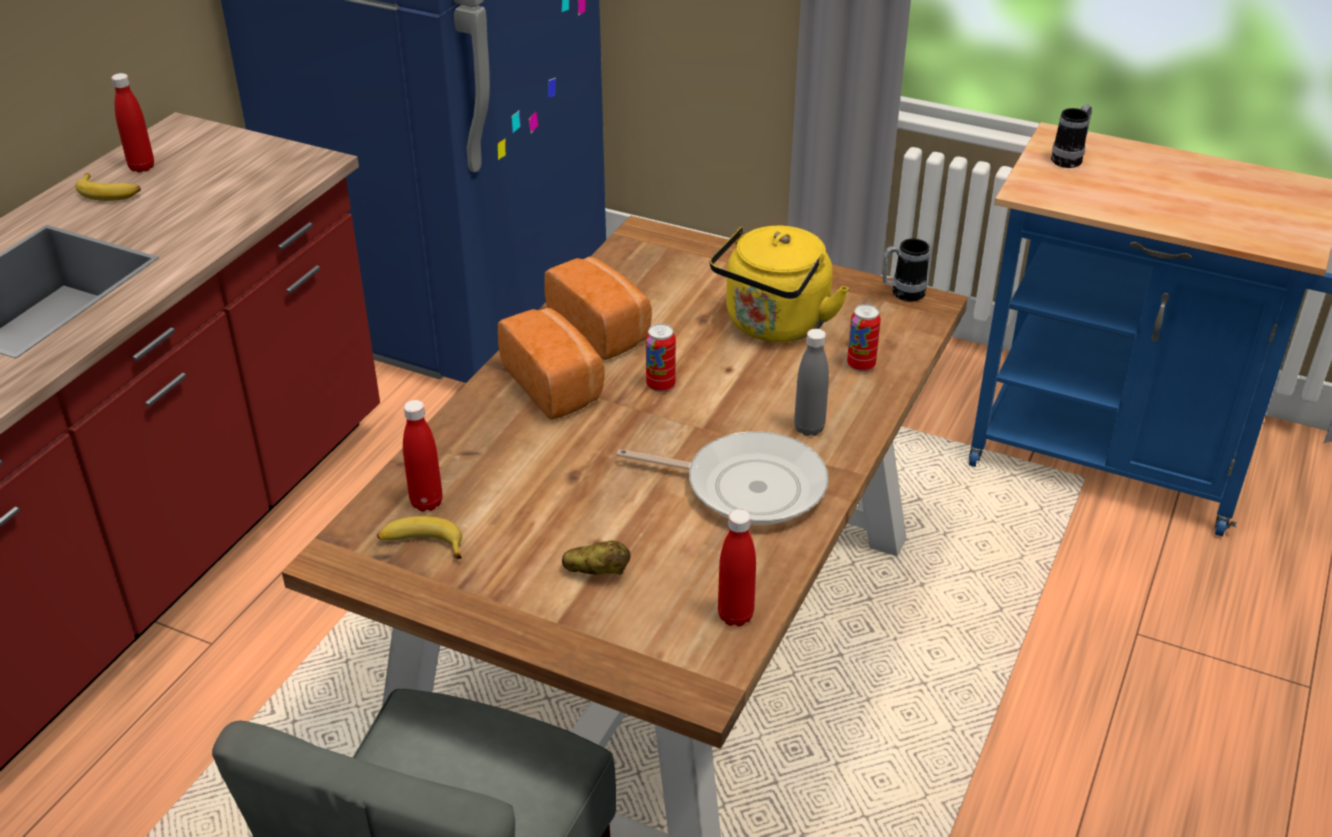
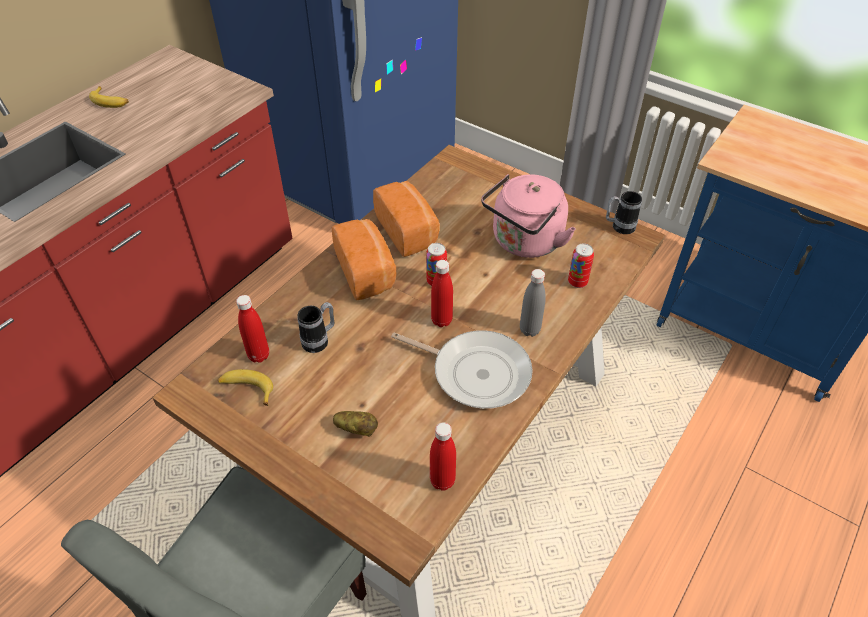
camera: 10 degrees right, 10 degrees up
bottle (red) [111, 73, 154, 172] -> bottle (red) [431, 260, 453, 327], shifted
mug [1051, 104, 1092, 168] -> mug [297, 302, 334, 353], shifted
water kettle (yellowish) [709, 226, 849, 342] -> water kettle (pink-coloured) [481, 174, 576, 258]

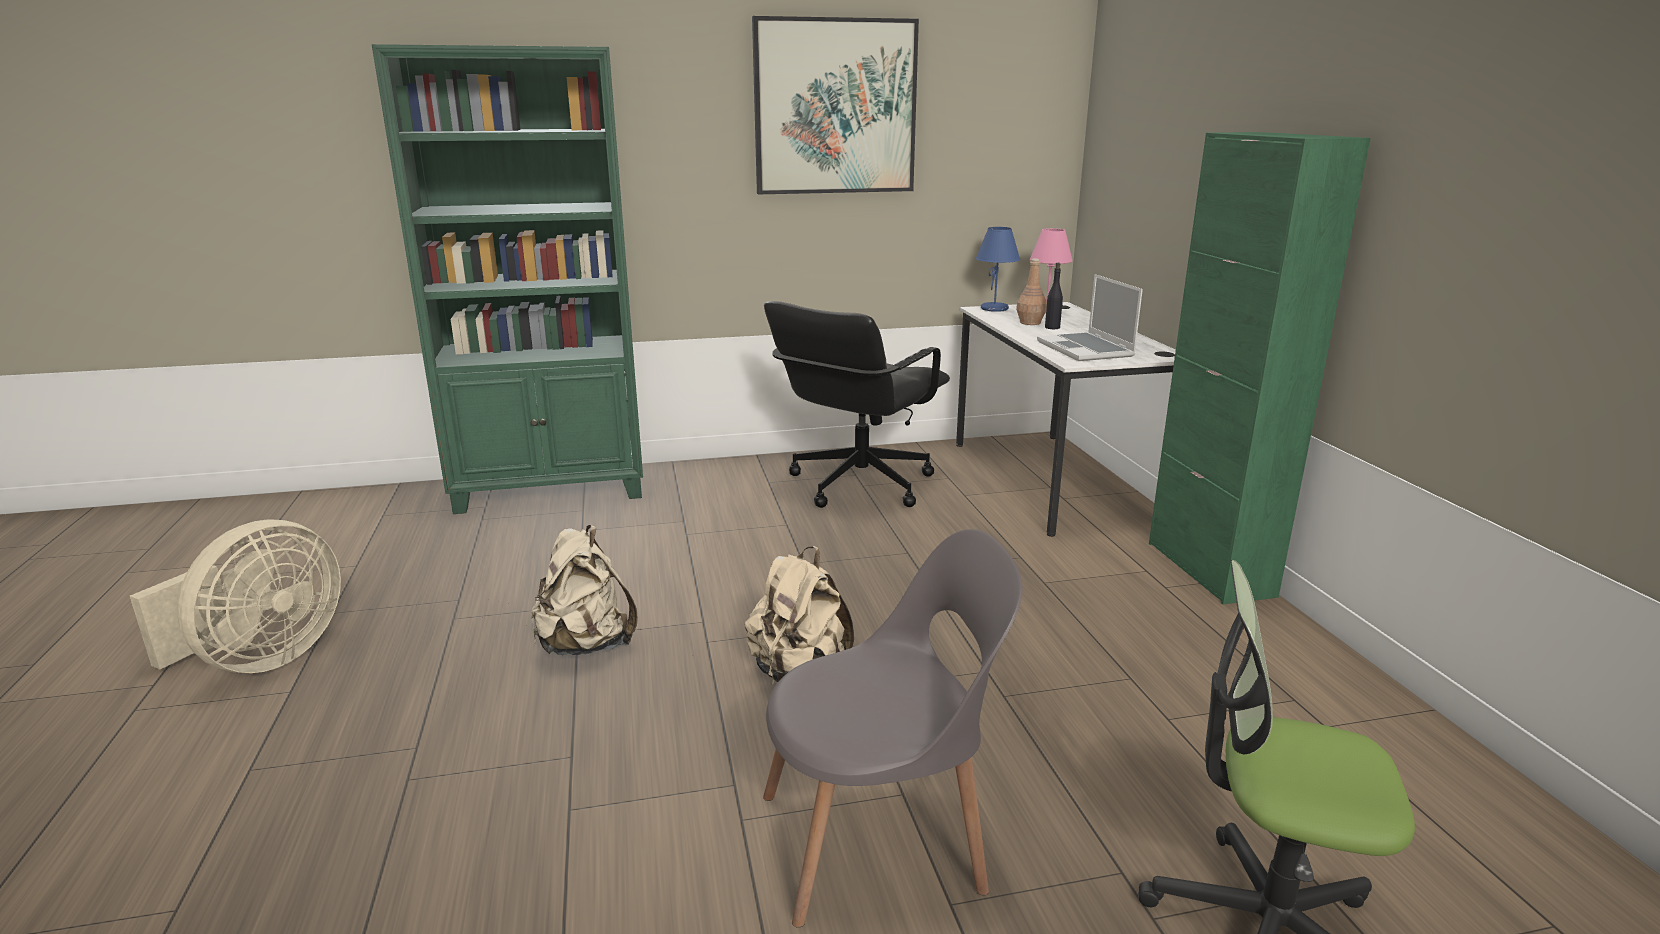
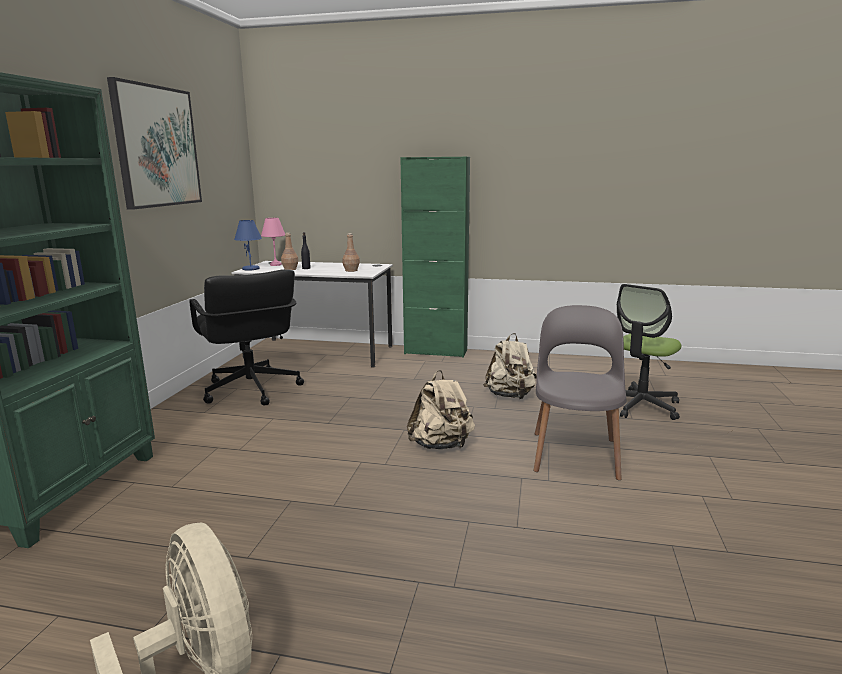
camera: 65 degrees left, 5 degrees down
backpack (beige) [531, 525, 638, 655] -> backpack (beige) [483, 333, 537, 399], shifted
notebook computer [1037, 274, 1143, 361] -> bottle (brown-coloured) [342, 233, 360, 272]

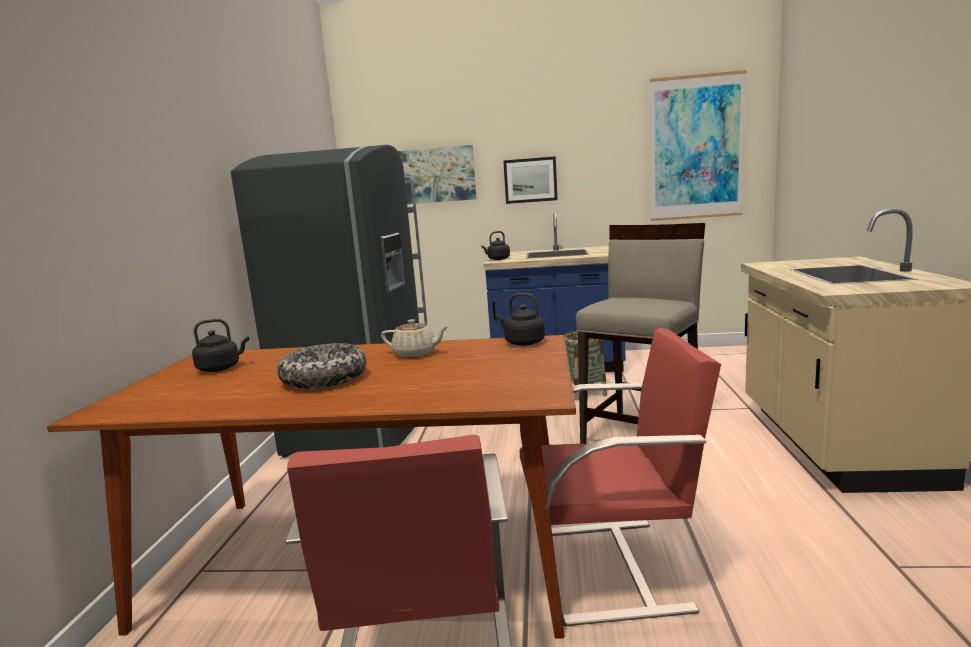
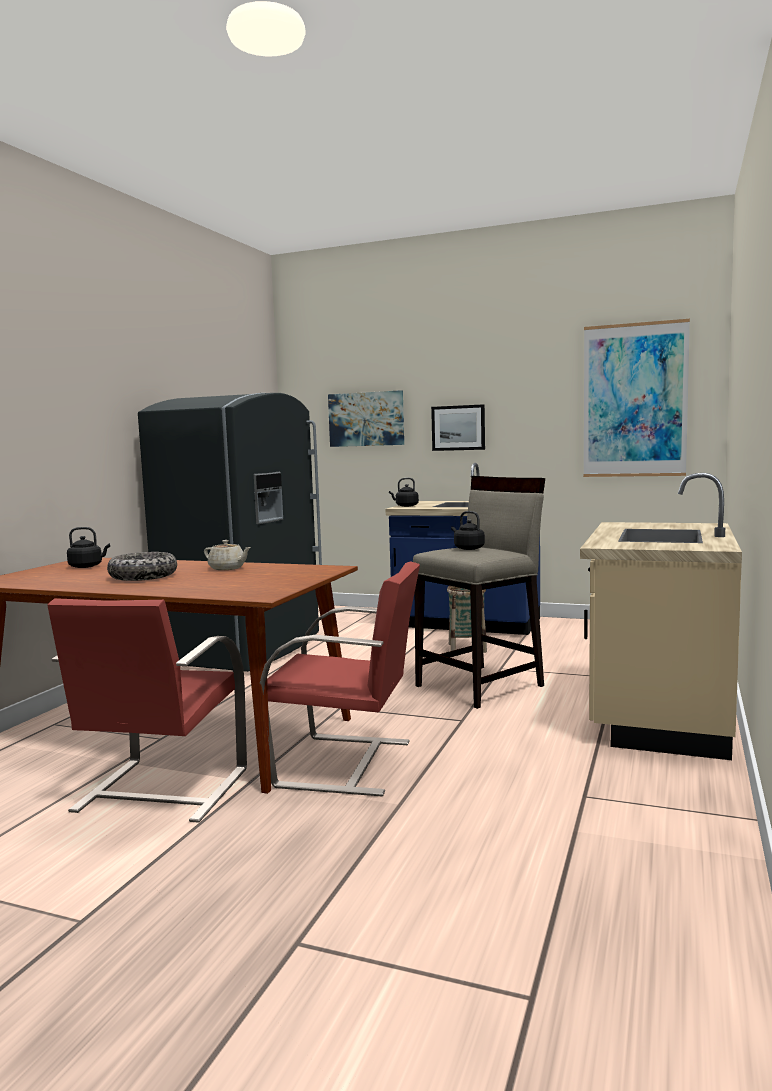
camera: 15 degrees right, 5 degrees down
water kettle (blackish) [496, 293, 545, 346] -> water kettle (blackish) [451, 511, 485, 550], shifted

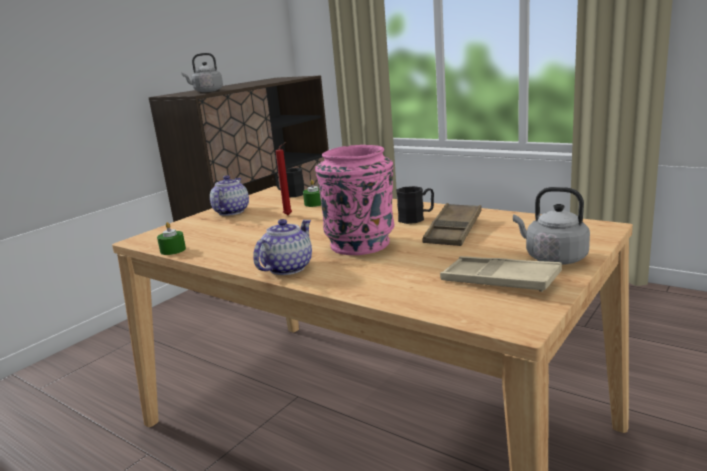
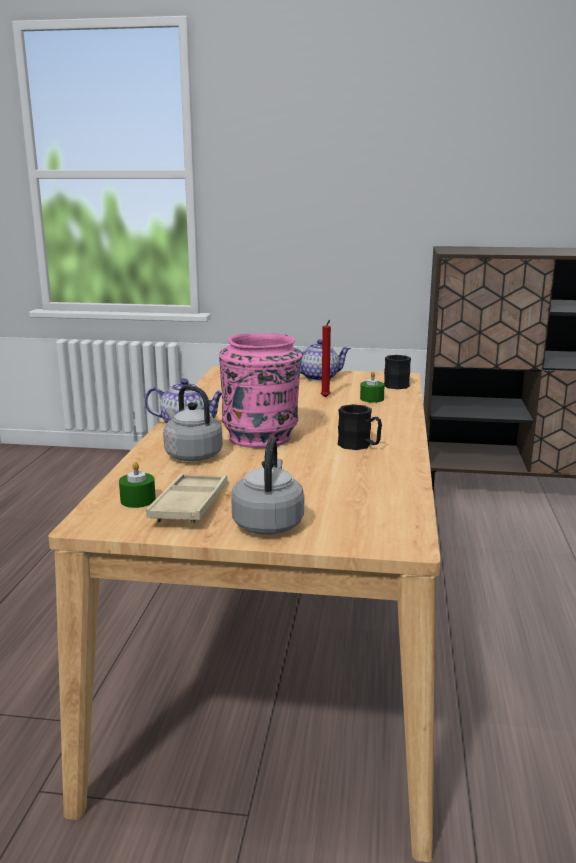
camera: 60 degrees right, 0 degrees up
tray (brown-coloured) [423, 203, 482, 246] -> none
candle (greenish) [157, 222, 186, 255] -> candle (greenish) [119, 462, 156, 508], shifted
water kettle (gray) [182, 53, 223, 92] -> water kettle (gray) [163, 385, 223, 461], shifted

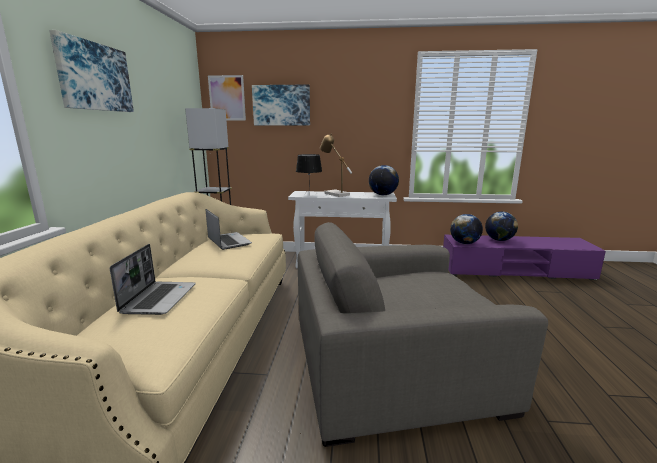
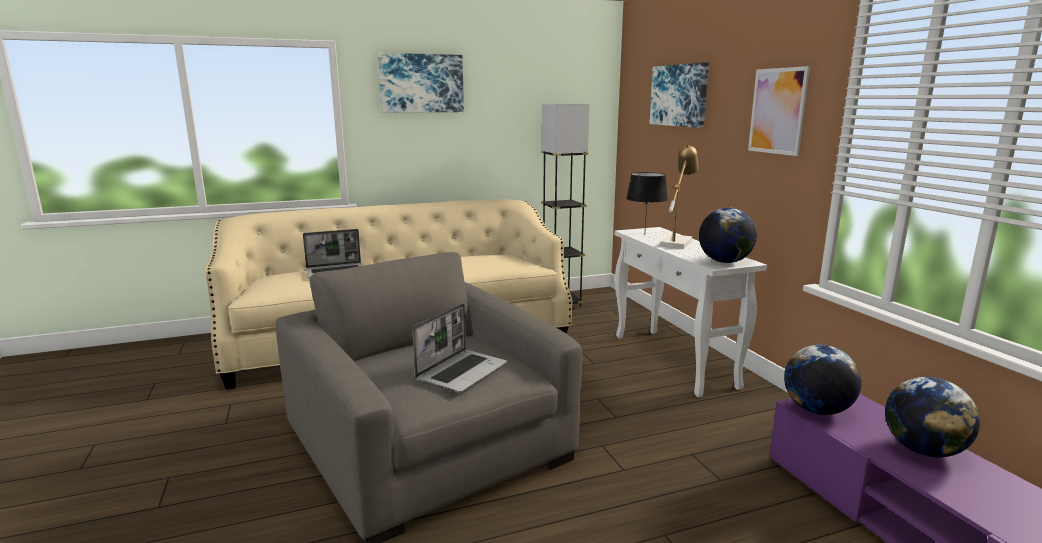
camera: 65 degrees right, 0 degrees up
notebook computer [206, 209, 252, 250] -> notebook computer [412, 303, 507, 392], shifted
wall art [208, 75, 246, 121] -> wall art [748, 66, 810, 156], shifted

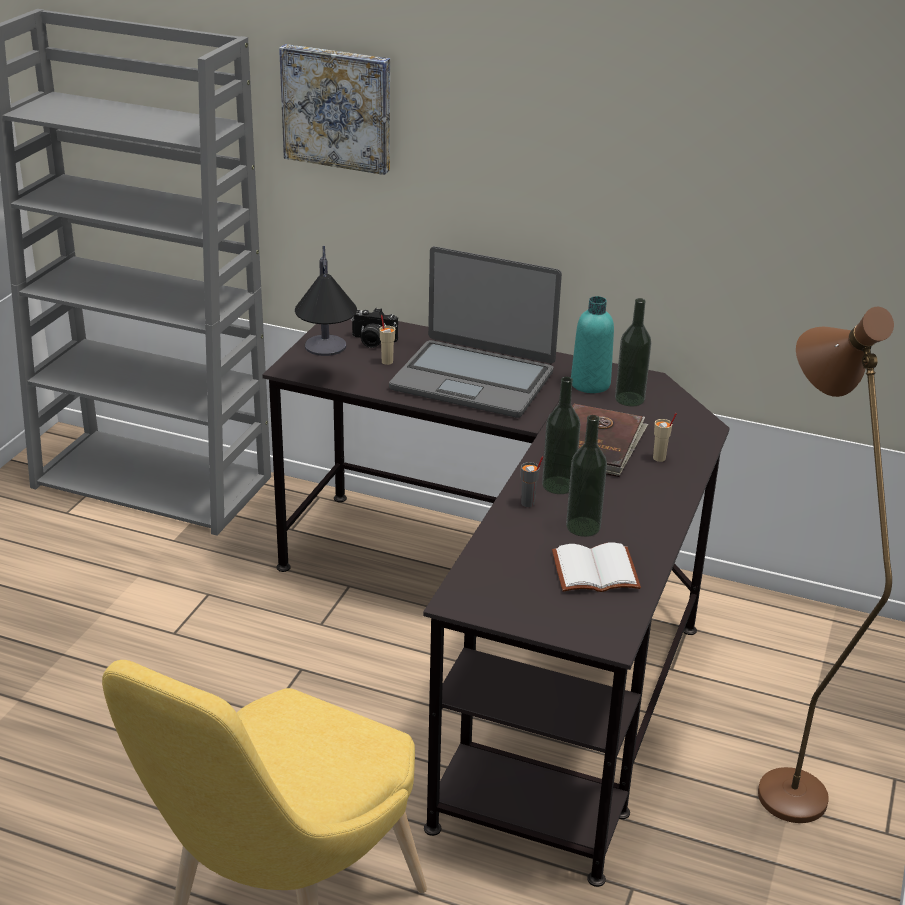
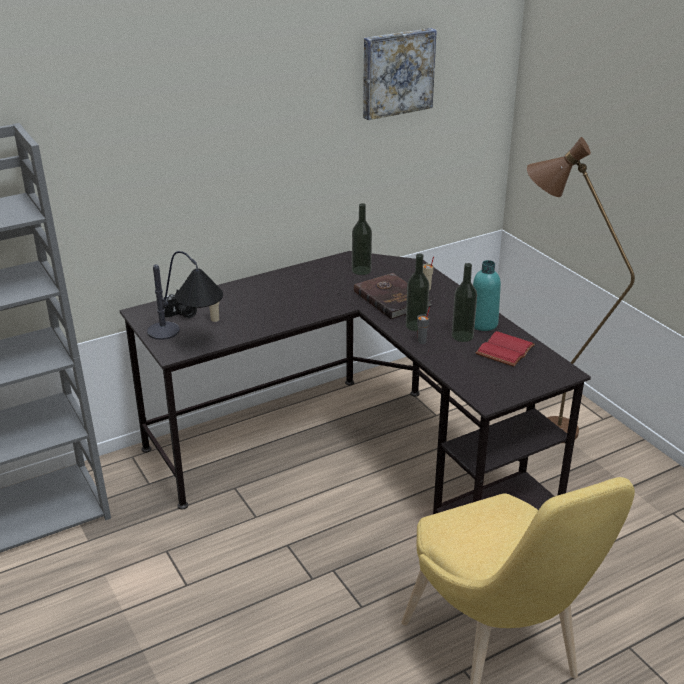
camera: 50 degrees left, 0 degrees up
notebook computer [389, 246, 562, 418] -> none
wall art [279, 44, 390, 175] -> wall art [363, 28, 437, 120], shifted
bottle (turquoise) [571, 296, 614, 393] -> bottle (turquoise) [473, 260, 501, 331], shifted
volume (whitish) [552, 542, 641, 592] -> volume (red) [476, 331, 535, 367]

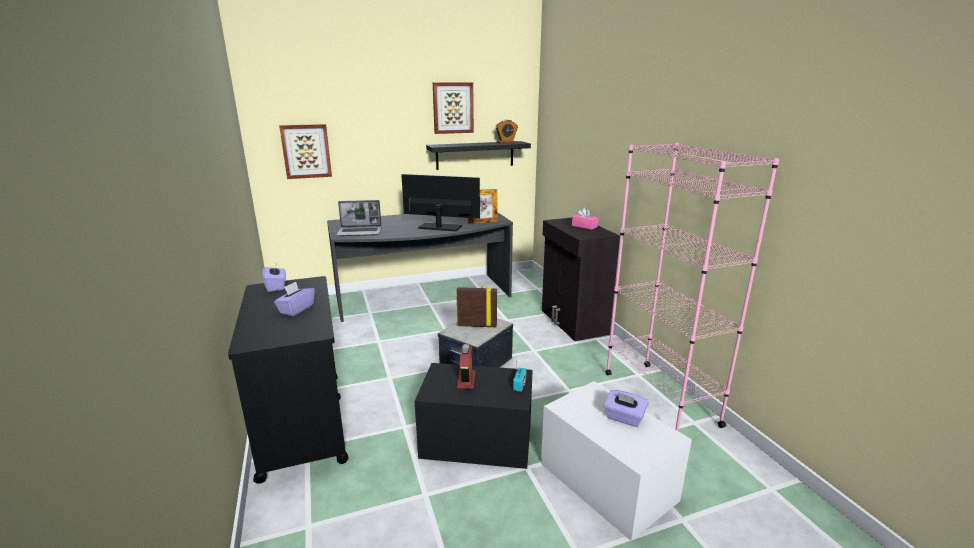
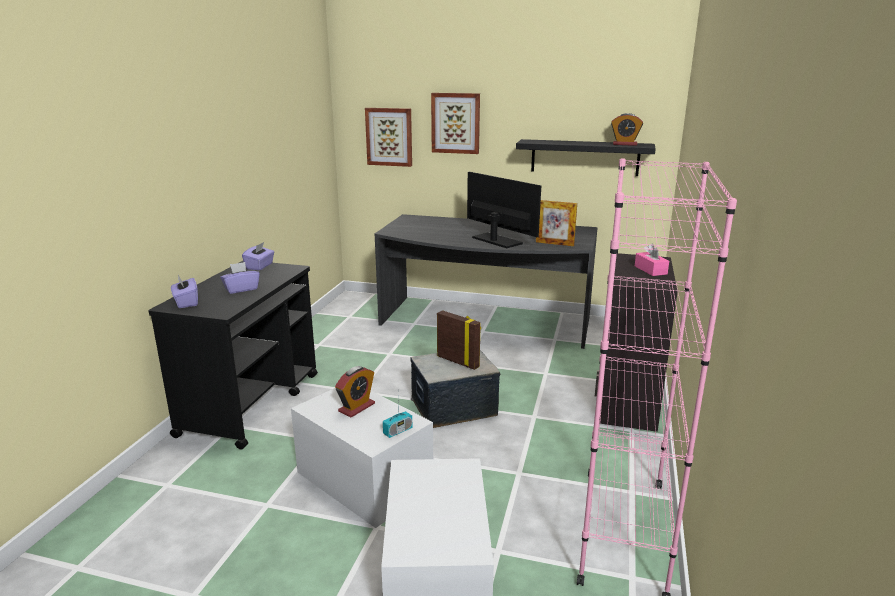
camera: 35 degrees right, 0 degrees up
notebook computer [336, 200, 382, 236] -> none
wall art [433, 82, 474, 134] -> wall art [431, 93, 480, 154], shifted
tissue holder (purple) [604, 390, 648, 427] -> tissue holder (purple) [171, 275, 198, 308], shifted
storage bin (blackish) [415, 363, 533, 469] -> storage bin (whitish) [291, 388, 433, 528]

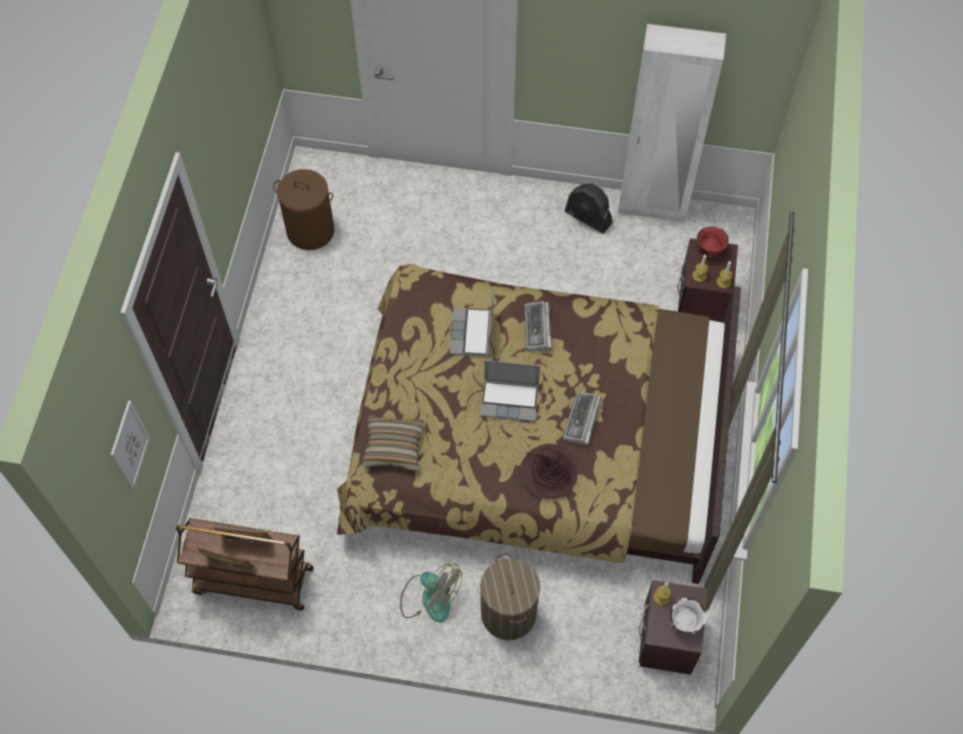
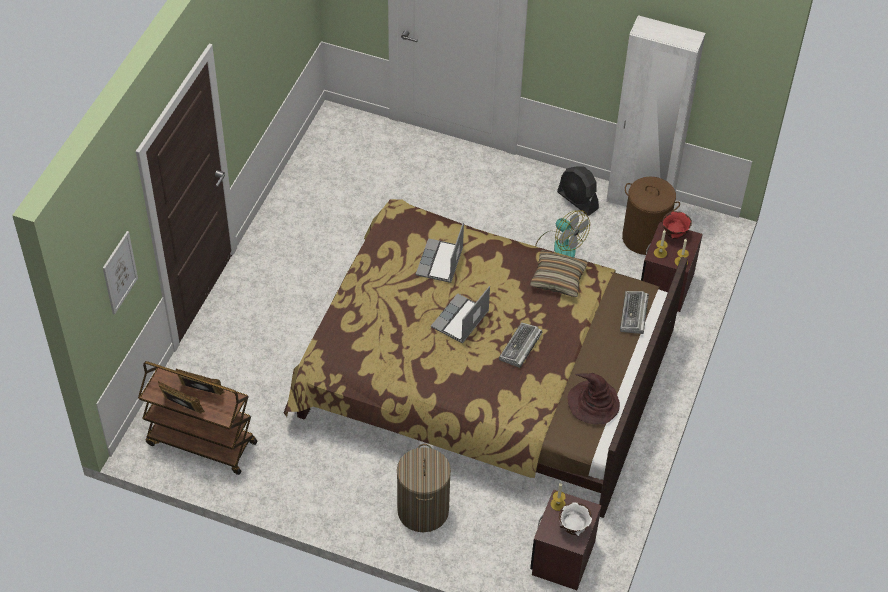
camera: 10 degrees right, 10 degrees down
hamper (brown-coloured) [273, 169, 334, 250] -> hamper (brown-coloured) [622, 176, 680, 255], shifted
cushion [363, 415, 424, 471] -> cushion [530, 250, 588, 297], shifted
cooling fan [400, 564, 462, 623] -> cooling fan [535, 210, 590, 257], shifted
clothing hat (brown-coloured) [520, 444, 577, 499] -> clothing hat (brown-coloured) [567, 373, 620, 424], shifted
computer keyboard [524, 301, 552, 352] -> computer keyboard [620, 291, 649, 334], shifted
notebook computer [480, 360, 540, 422] -> notebook computer [431, 286, 490, 344], 105 degrees clockwise

